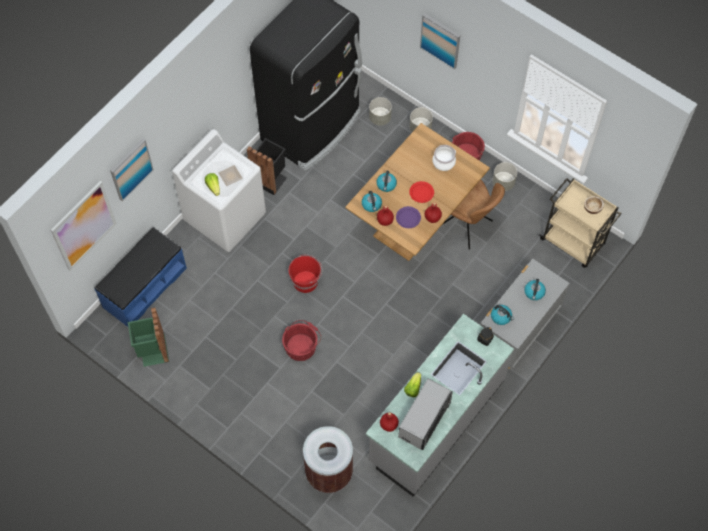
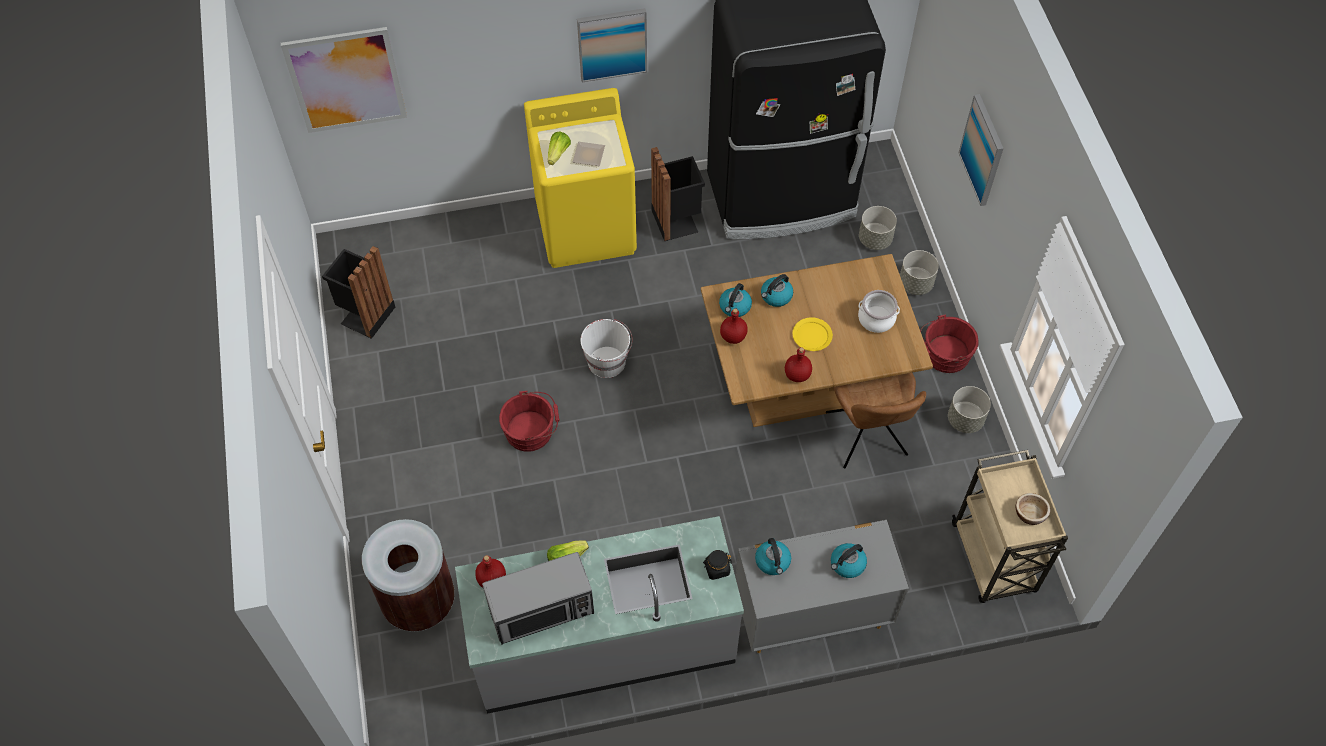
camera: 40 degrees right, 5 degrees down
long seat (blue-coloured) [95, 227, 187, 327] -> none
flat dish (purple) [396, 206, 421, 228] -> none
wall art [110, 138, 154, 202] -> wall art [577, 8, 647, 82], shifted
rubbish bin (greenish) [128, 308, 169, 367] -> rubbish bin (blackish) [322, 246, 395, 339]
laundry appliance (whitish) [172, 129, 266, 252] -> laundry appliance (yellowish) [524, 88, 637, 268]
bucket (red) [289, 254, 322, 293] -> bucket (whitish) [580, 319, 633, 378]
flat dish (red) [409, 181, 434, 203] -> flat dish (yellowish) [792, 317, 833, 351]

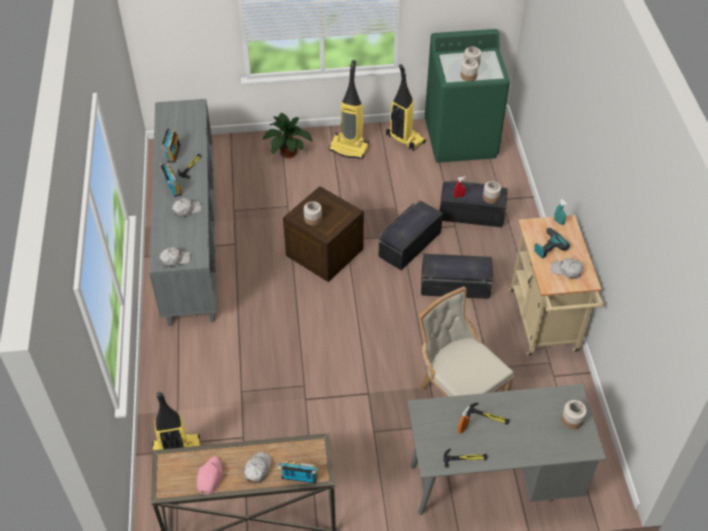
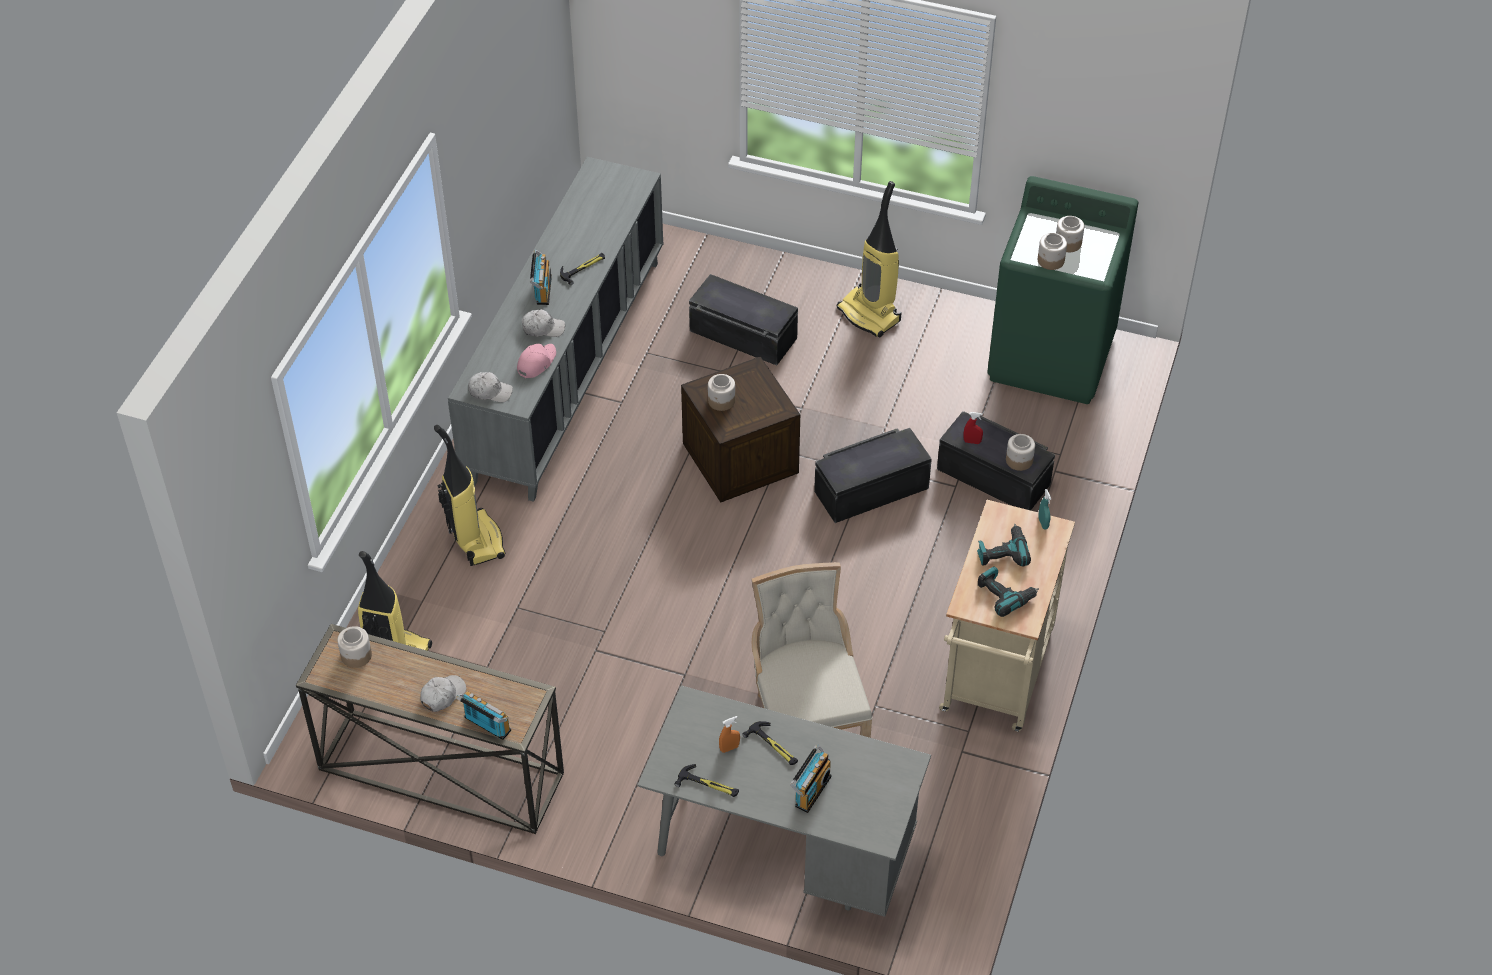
camera: 25 degrees right, 0 degrees up
houseplant [263, 113, 312, 158] -> none
radio receiver [161, 127, 180, 163] -> radio receiver [790, 745, 832, 813], shifted
peaked cap (pink-coloured) [197, 456, 222, 495] -> peaked cap (pink-coloured) [517, 344, 556, 378], shifted
hoover [386, 64, 426, 151] -> hoover [434, 425, 506, 566], shifted
storage bin (blackish) [421, 254, 493, 299] -> storage bin (blackish) [689, 274, 798, 366], shifted
jar [561, 400, 587, 429] -> jar [337, 626, 372, 668], shifted
peaked cap (whitish) [551, 258, 583, 278] -> electric drill [978, 566, 1039, 617]

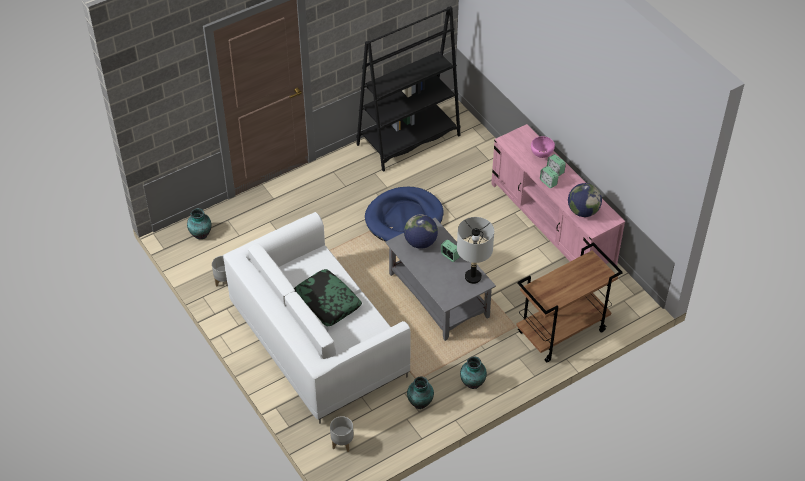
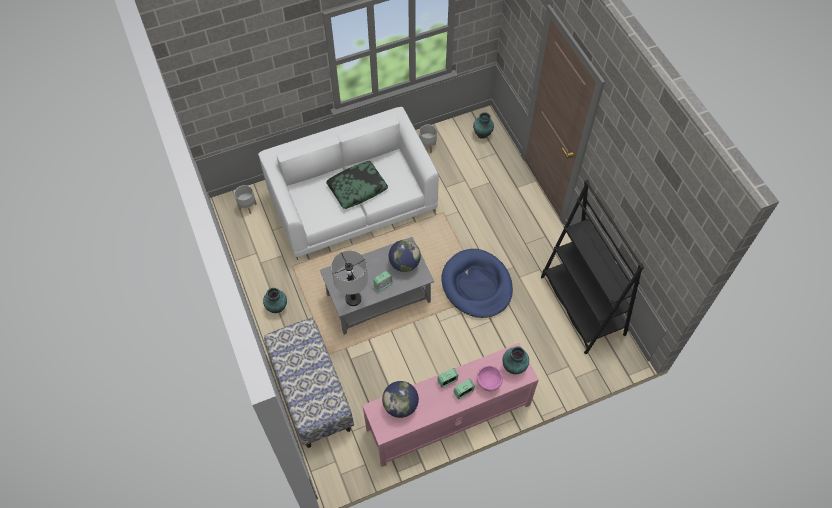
camera: 100 degrees right, 10 degrees up
flower vase [407, 377, 434, 409] -> flower vase [502, 346, 529, 374], shifted
cart (brown-coloured) [516, 242, 623, 363] -> long seat [264, 318, 354, 448]

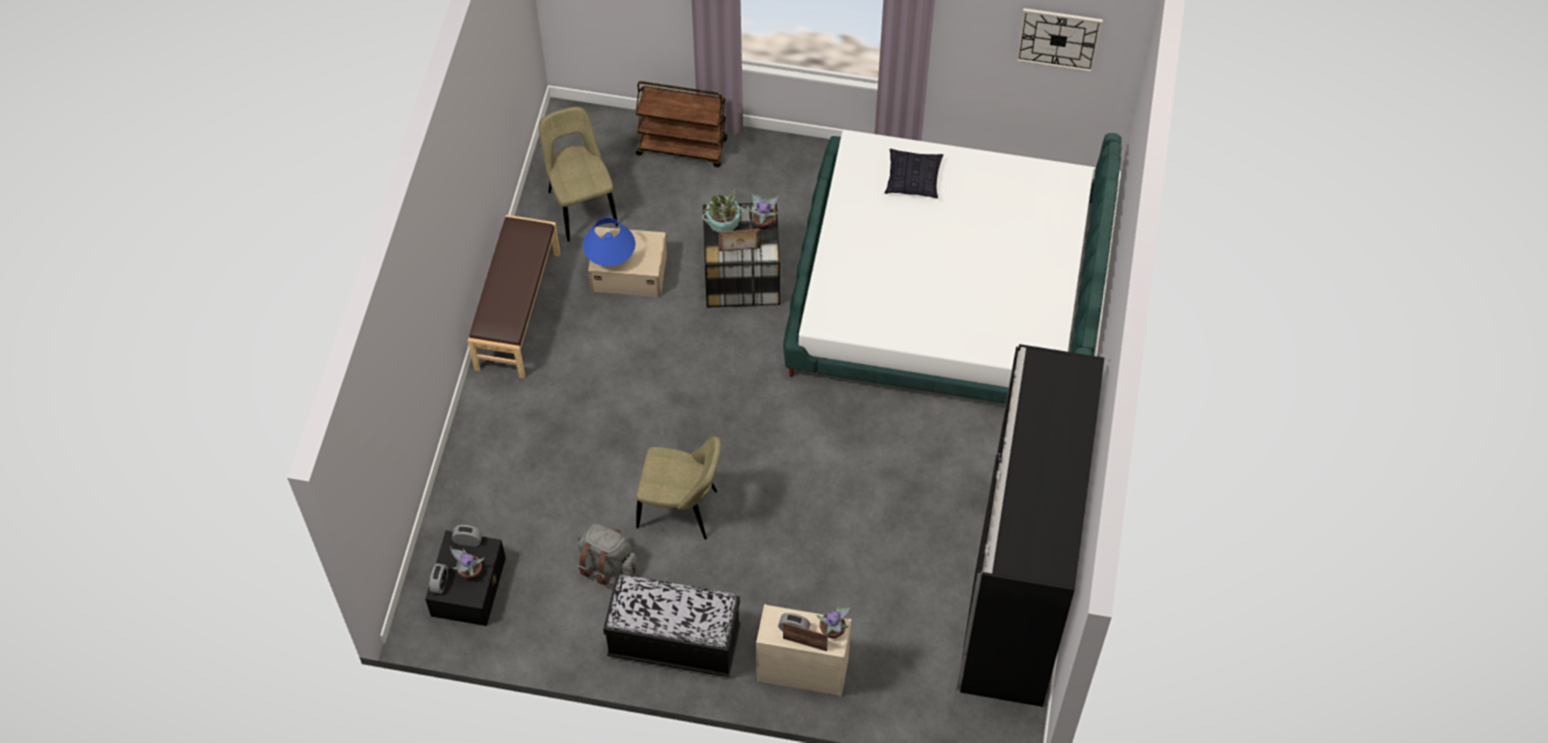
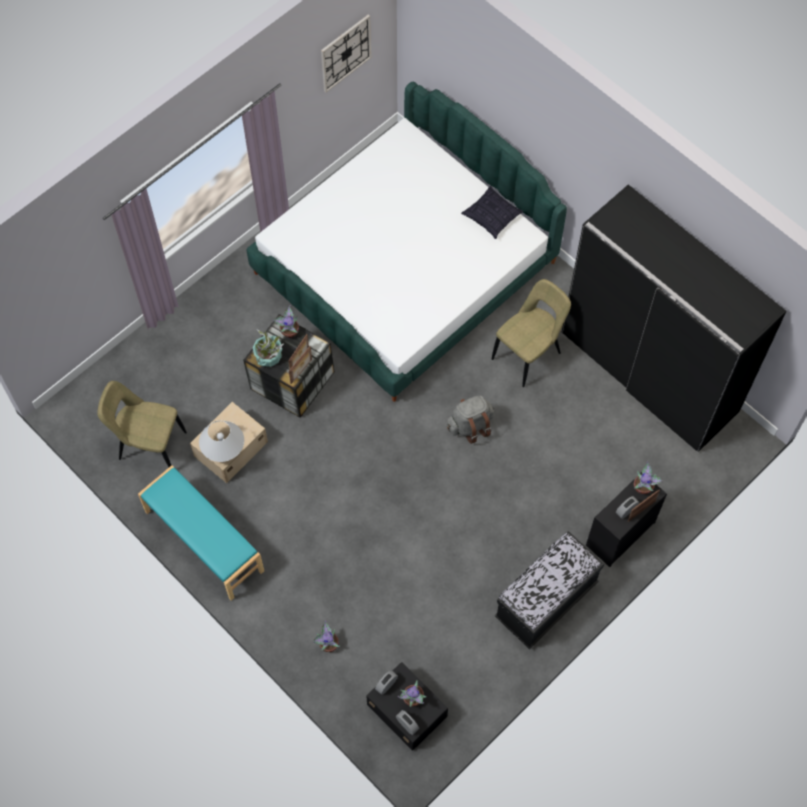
camera: 55 degrees left, 5 degrees up
cart (brown-coloured) [635, 81, 728, 167] -> none
none -> standing frame [289, 346, 312, 384]
none -> houseplant [313, 621, 340, 652]
backpack (gray) [578, 524, 638, 585] -> backpack (gray) [447, 396, 495, 444], shifted
upright chair (beige) [636, 436, 721, 540] -> upright chair (beige) [492, 279, 571, 387], shifted
cushion [885, 149, 943, 198] -> cushion [461, 186, 523, 239], shifted
long seat (brown-coloured) [468, 215, 560, 378] -> long seat (turquoise) [138, 465, 264, 601]
lamp for a table (blue-coloured) [583, 217, 635, 266] -> lamp for a table (whitish) [199, 420, 244, 462]
drawer chest (beige) [756, 604, 851, 697] -> drawer chest (blackish) [586, 472, 667, 567]

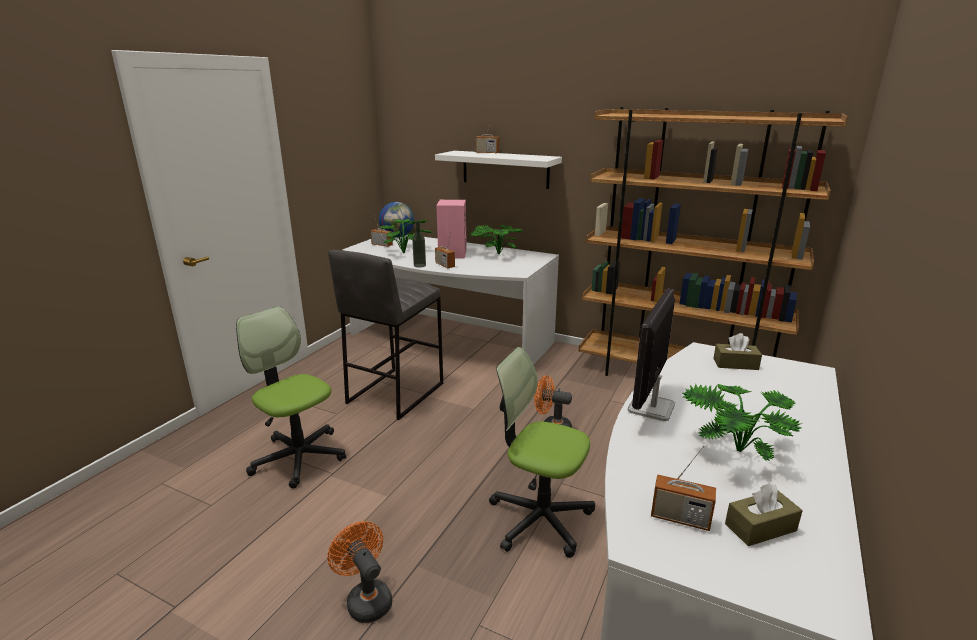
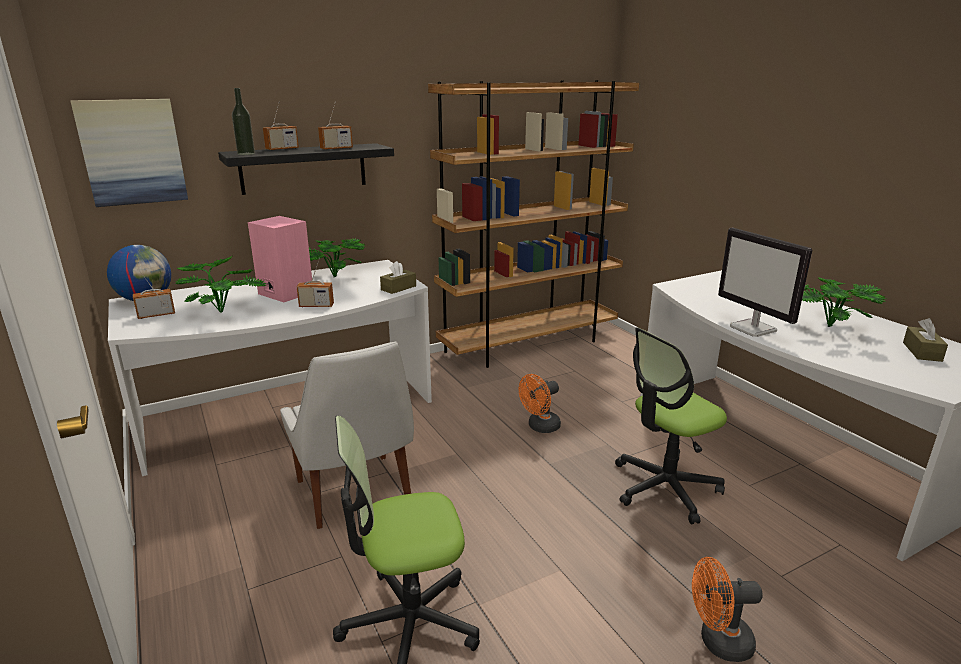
camera: 55 degrees left, 0 degrees up
none -> wall art [71, 99, 188, 207]
bottle [412, 221, 426, 267] -> bottle [232, 88, 255, 155], shifted
radio receiver [651, 445, 716, 531] -> radio receiver [318, 101, 353, 150], shifted
tissue holder (brown-coloured) [713, 333, 762, 370] -> tissue holder (brown-coloured) [380, 261, 416, 294], shifted
stool seat (gray) [328, 250, 443, 420] -> upright chair (whitish) [280, 342, 414, 529]
shelf (whitish) [435, 151, 562, 189] -> shelf (blackish) [218, 143, 394, 195]

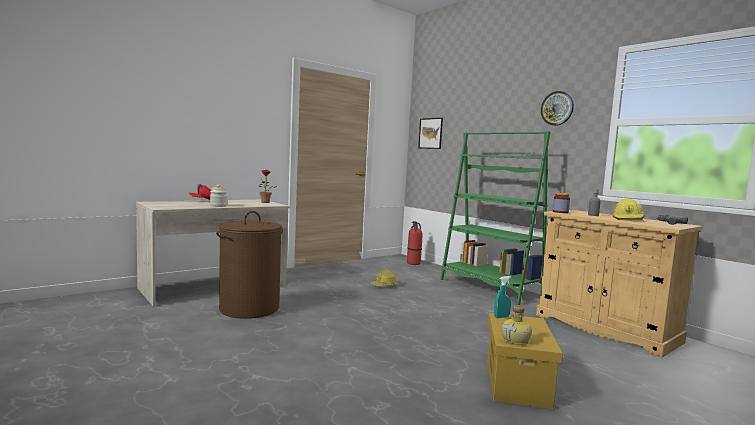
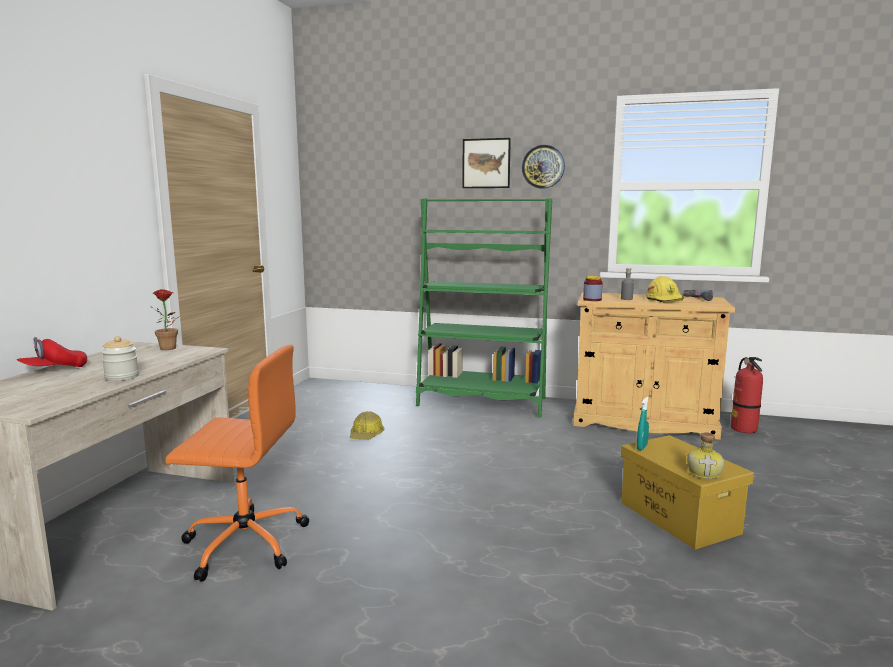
camera: 35 degrees left, 5 degrees up
extinguisher [407, 221, 422, 265] -> extinguisher [731, 357, 763, 433], shifted
wall art [418, 118, 443, 149] -> wall art [462, 138, 511, 188], shifted
hamper (brown-coloured) [216, 211, 283, 319] -> computer chair (orange) [165, 345, 309, 582]

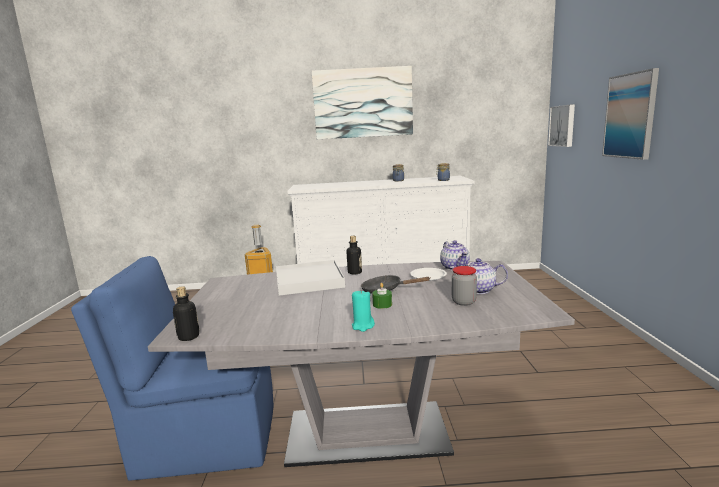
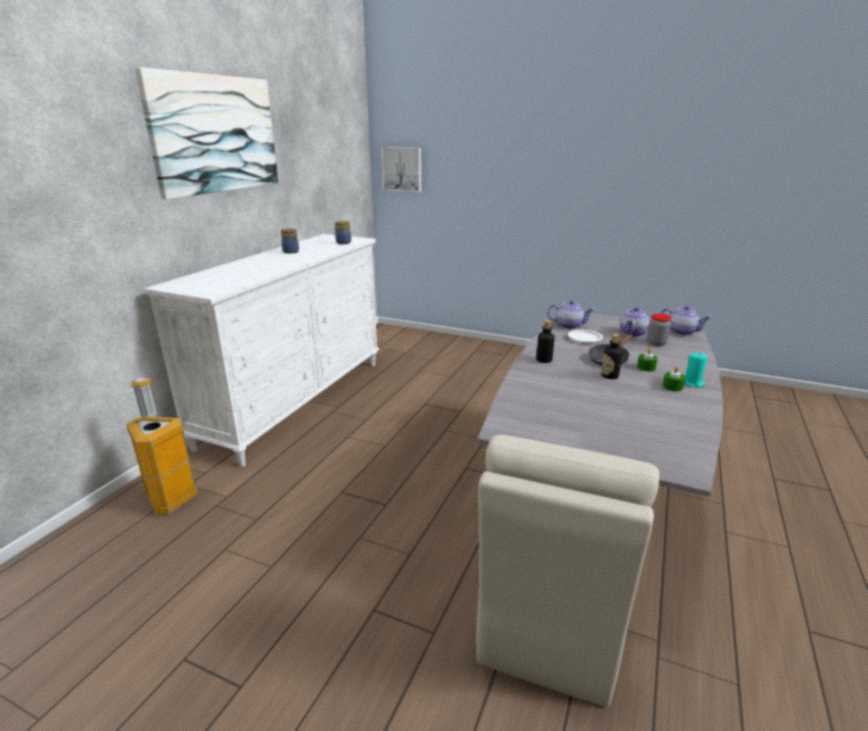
camera: 65 degrees left, 10 degrees up
tray (whitish) [276, 260, 345, 296] -> none
wall art [602, 68, 659, 160] -> none
none -> teapot [660, 306, 711, 335]
none -> candle (greenish) [663, 366, 686, 392]
bottle [173, 286, 200, 341] -> bottle [601, 334, 623, 379], shifted
upright chair (blue-coloured) [71, 256, 274, 481] -> upright chair (beige) [476, 435, 659, 707]

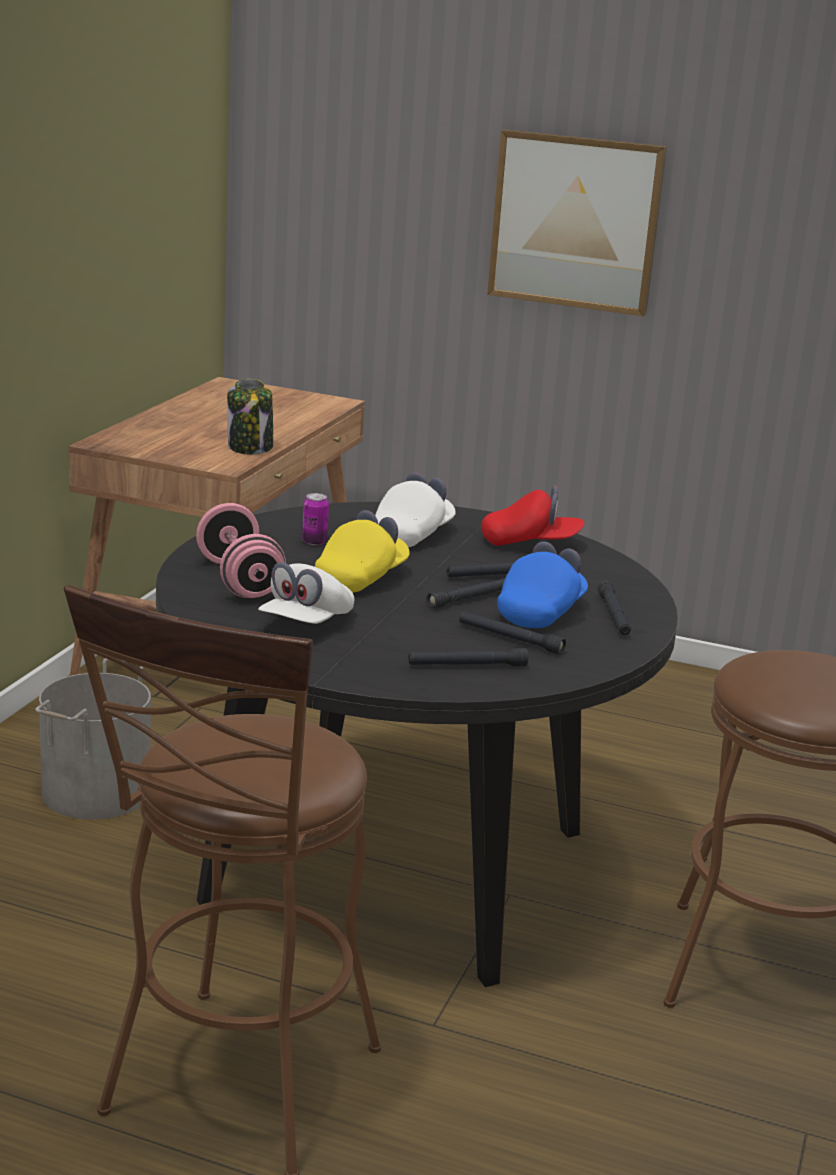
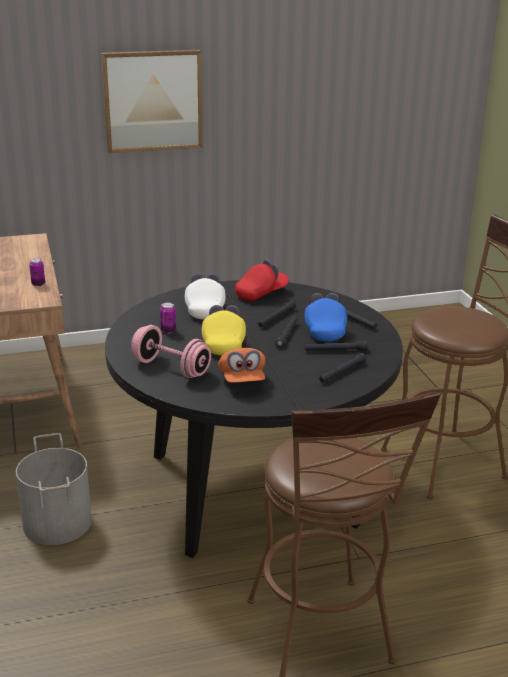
camera: 35 degrees left, 5 degrees up
jar [227, 379, 273, 455] -> metal can [29, 258, 45, 286]
peaked cap (whitish) [258, 562, 354, 624] -> peaked cap (orange) [218, 348, 265, 383]

